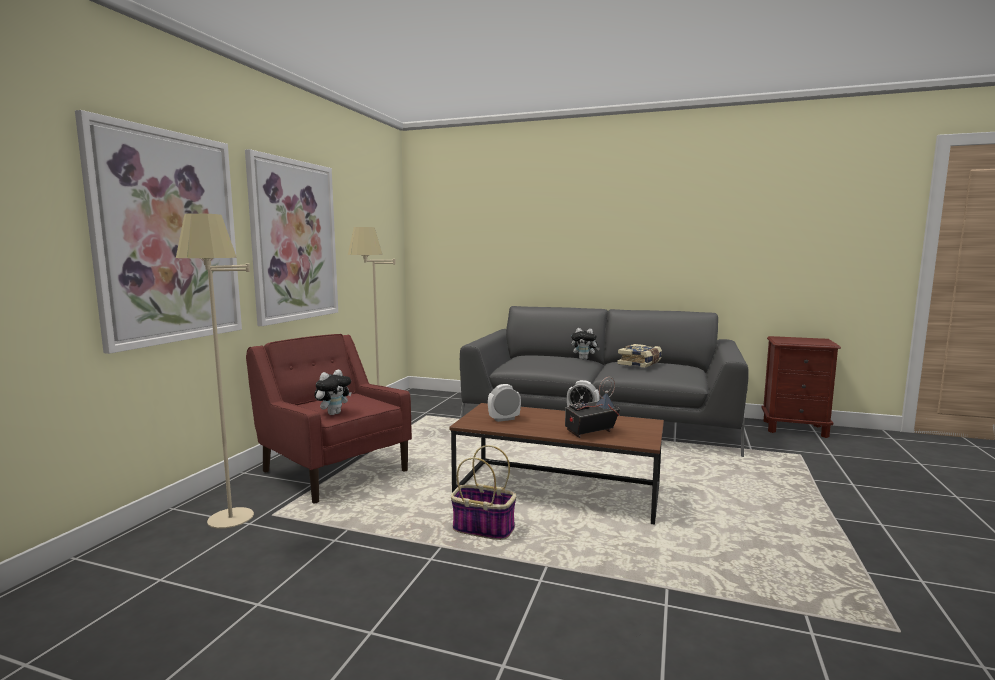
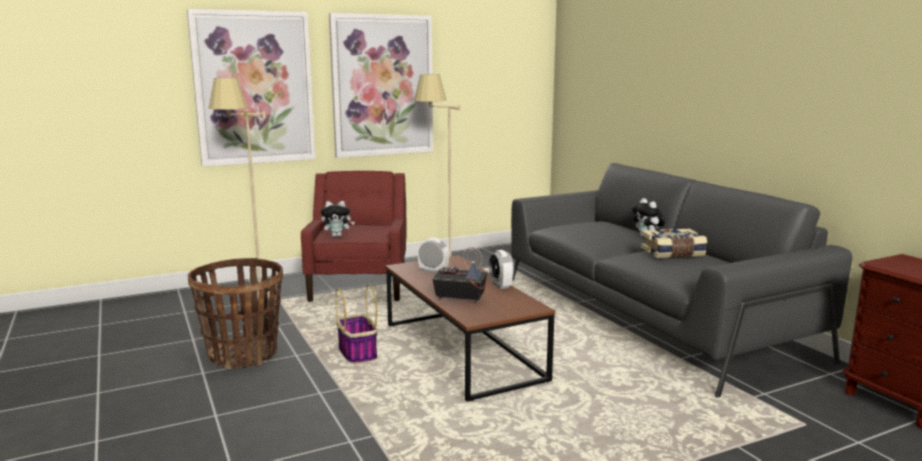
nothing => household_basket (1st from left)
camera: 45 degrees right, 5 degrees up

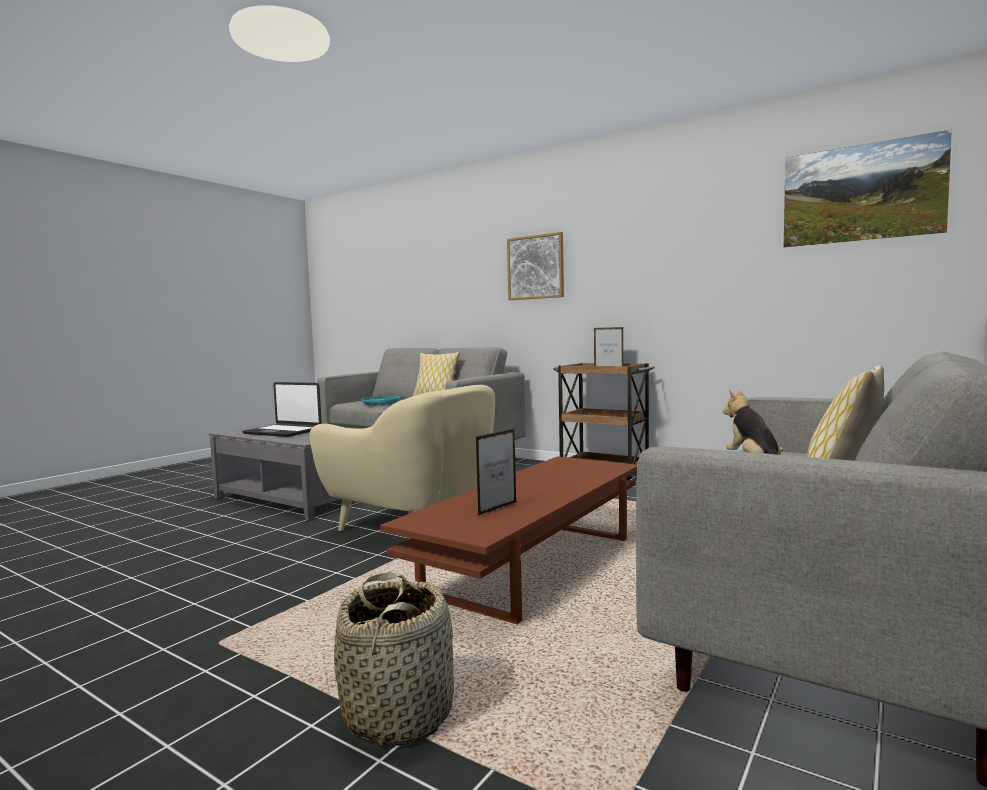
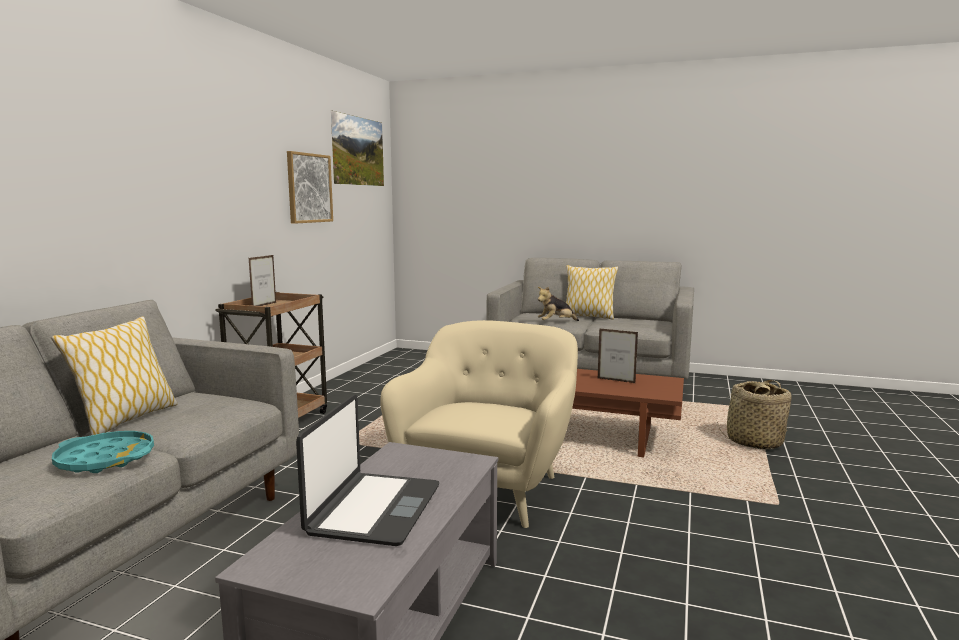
wall_picture (1st from left), moved
camera: 105 degrees left, 5 degrees up

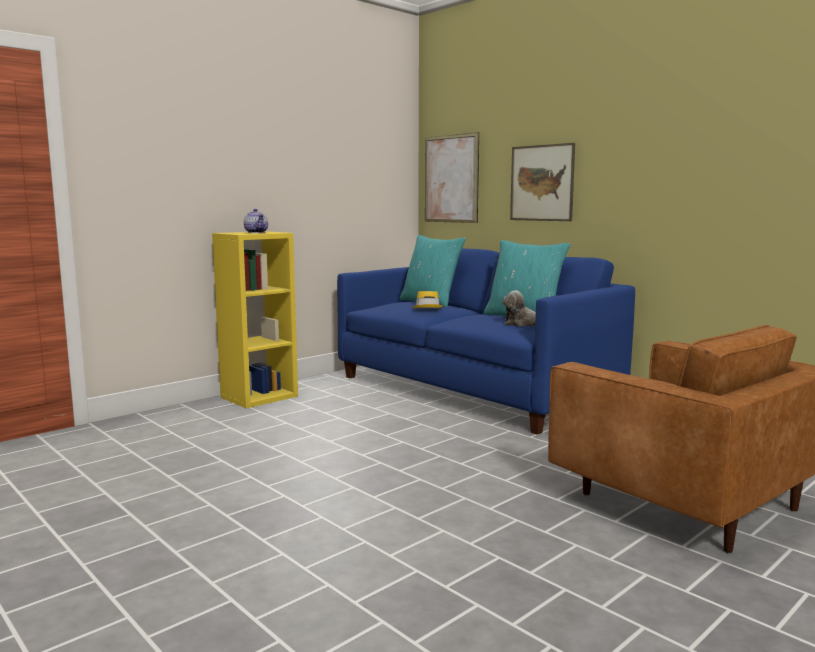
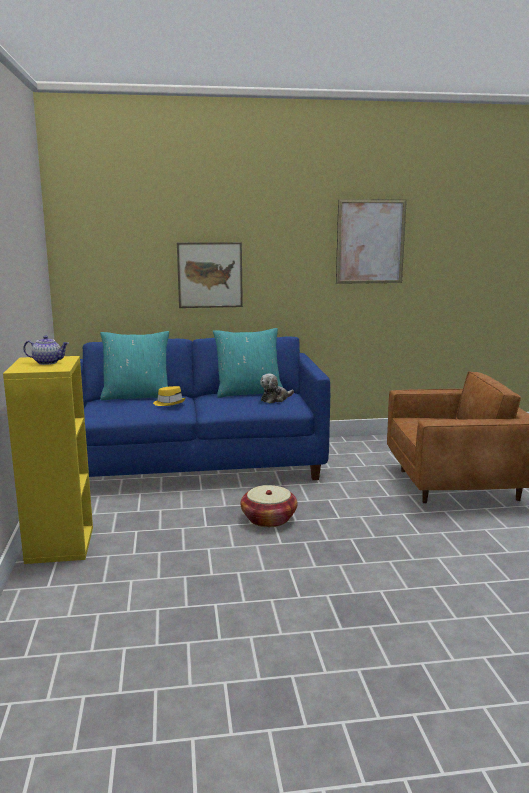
nothing => household_basket
wall_picture (1st from left in the first image) => wall_picture (2nd from left), moved
camera: 55 degrees left, 5 degrees up

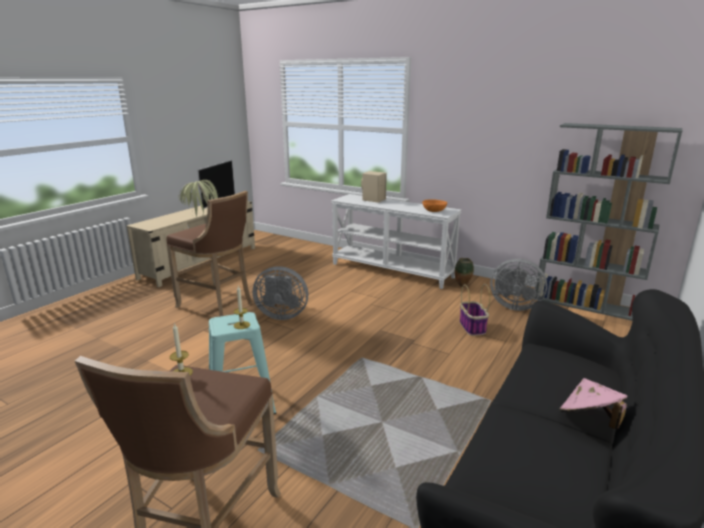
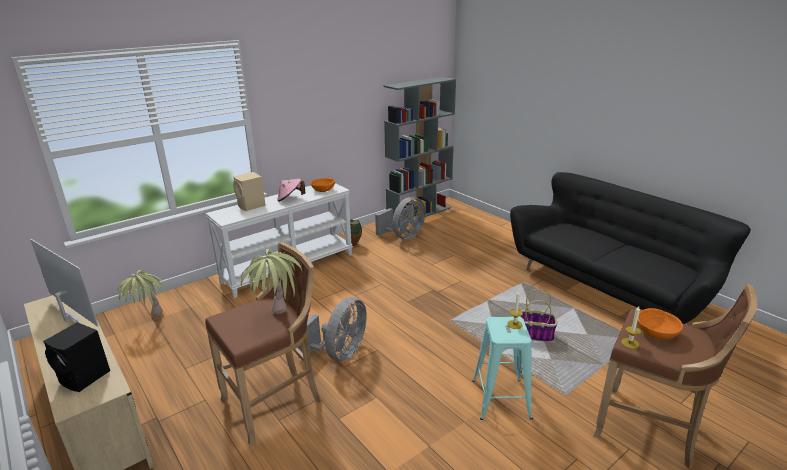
nothing => blackish_loudspeaker
nothing => potted_plant (1st from left)
nothing => orange-coloured_bowl (2nd from left)
household_basket, moved
pink-coloured_wearable_hat, moved
camera: 70 degrees left, 5 degrees up

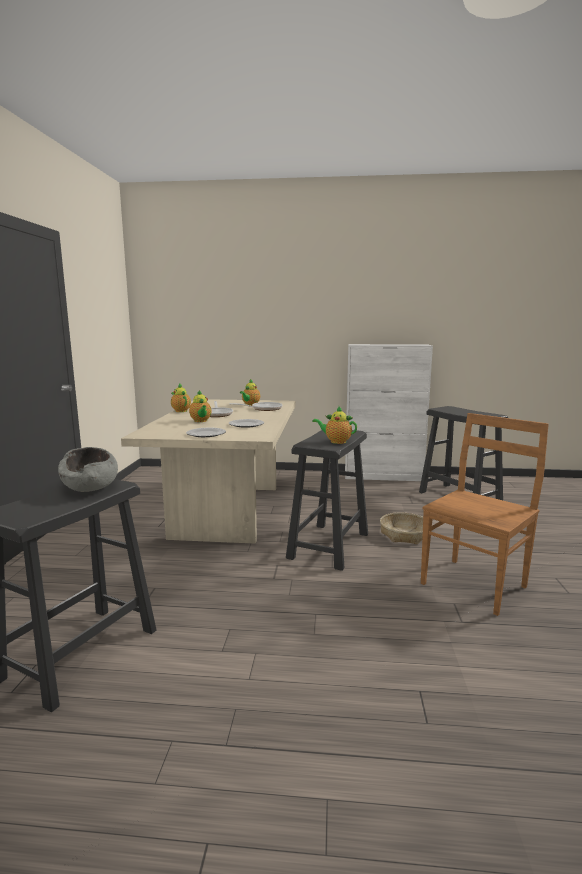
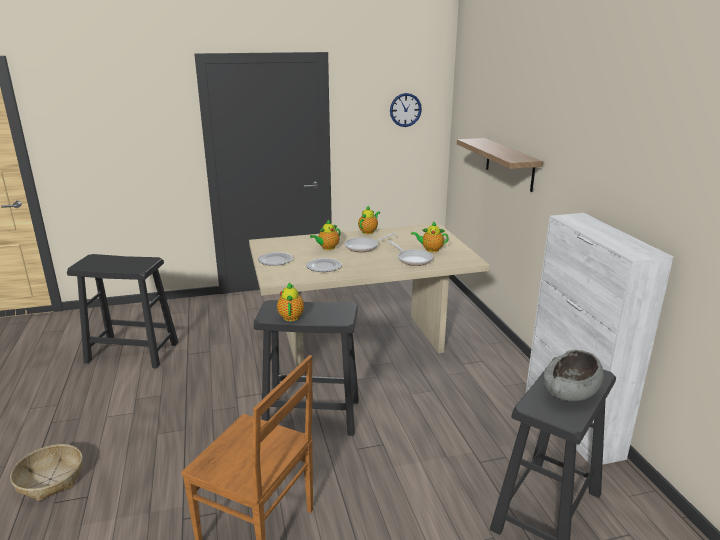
nothing => clock_on_the_wall
nothing => bracket_shelf
greyish_bowl, moved
household_basket, moved
camera: 70 degrees right, 10 degrees up

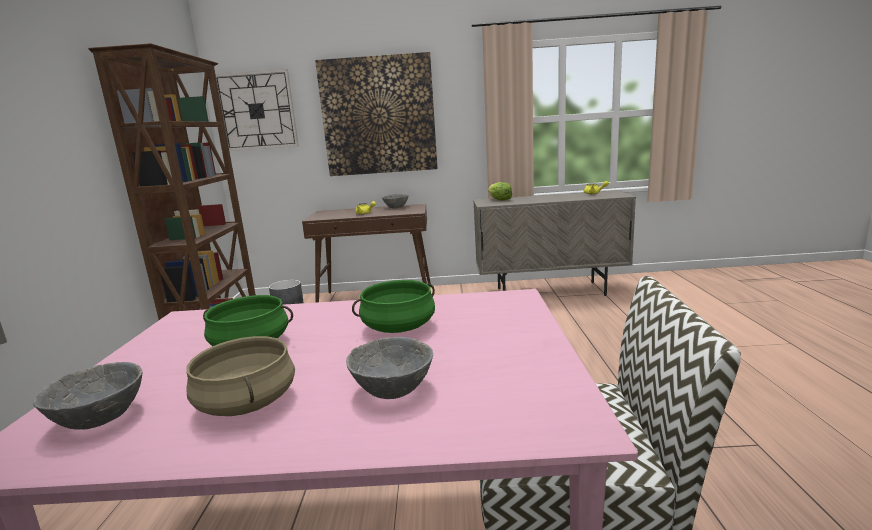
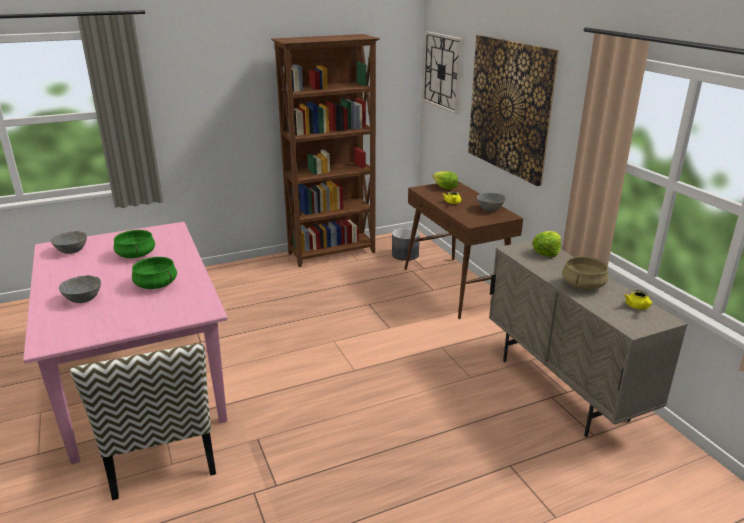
nothing => head_of_lettuce (1st from left)
beige_saucepot, moved
camera: 65 degrees right, 10 degrees up

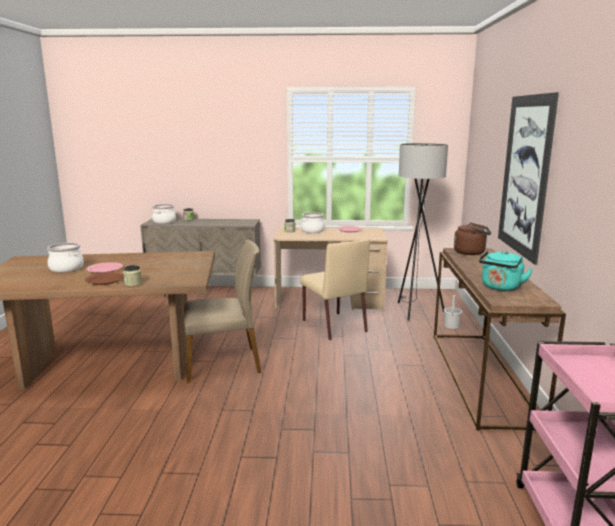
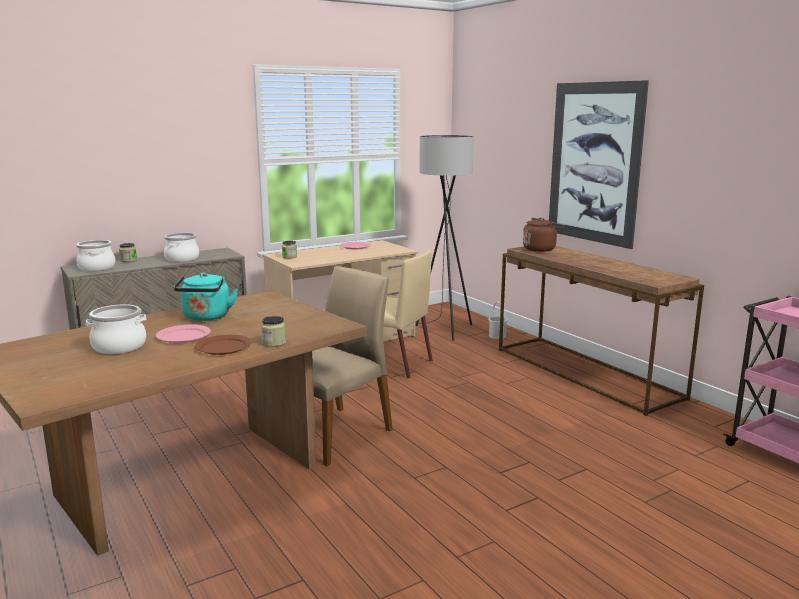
saucepot (3rd from left), moved
turquoise_water_kettle, moved
camera: 35 degrees left, 0 degrees up

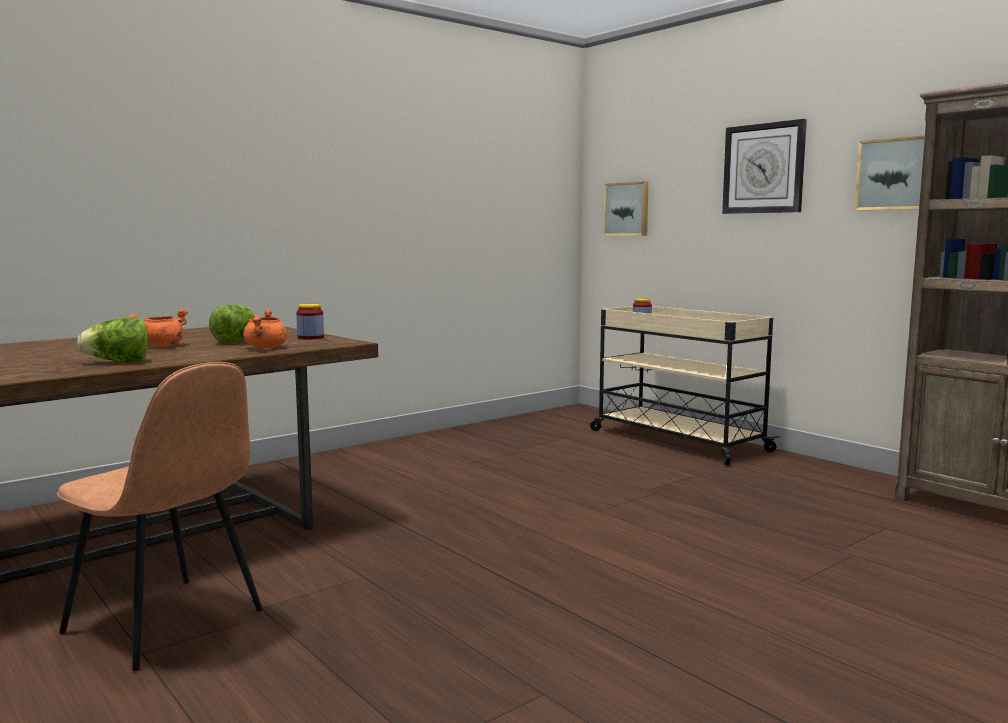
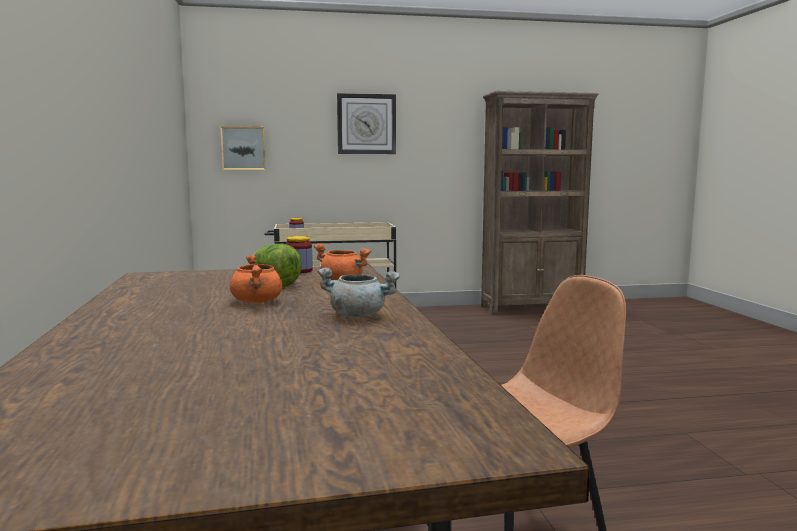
wall_picture (2nd from left) => nothing
head_of_lettuce (1st from left) => greyish_saucepot
camera: 60 degrees left, 0 degrees up

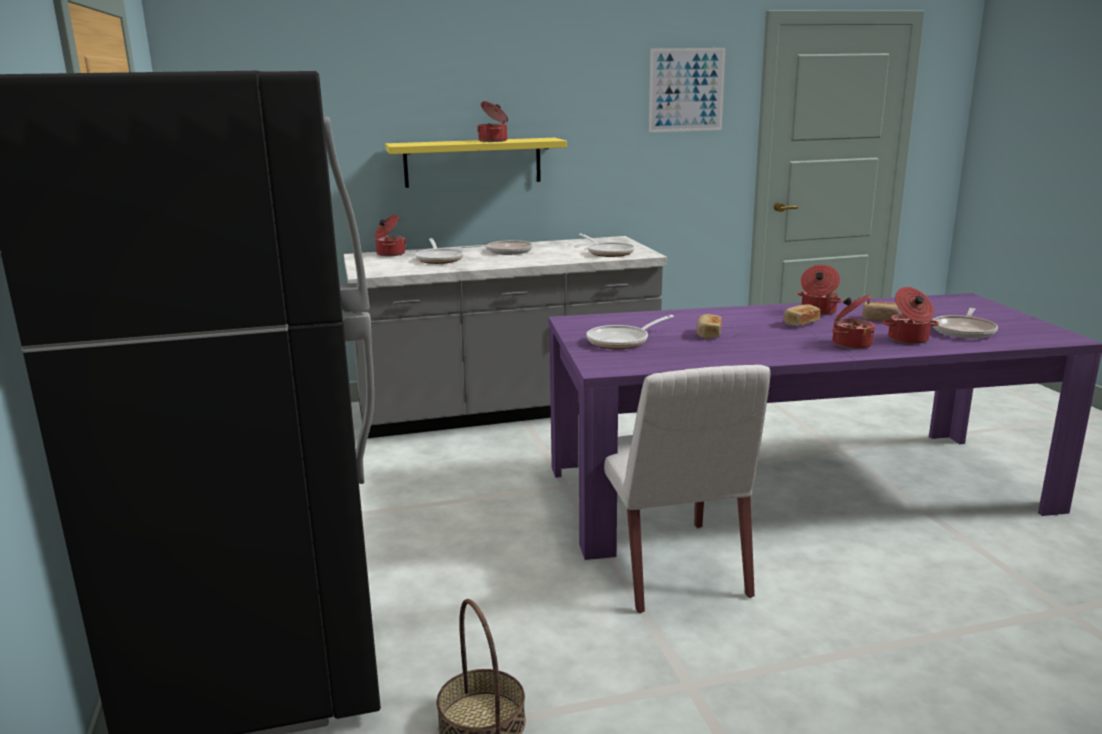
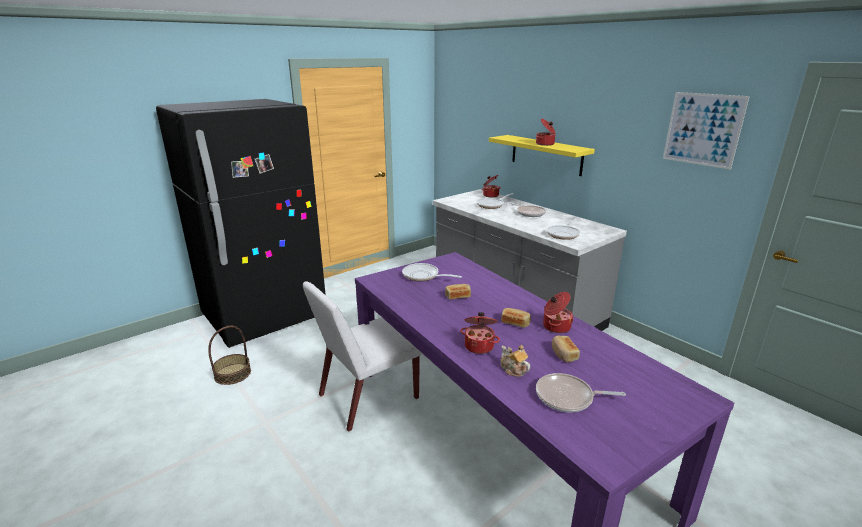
saucepot (5th from left) => tea_pot
camera: 65 degrees right, 5 degrees up

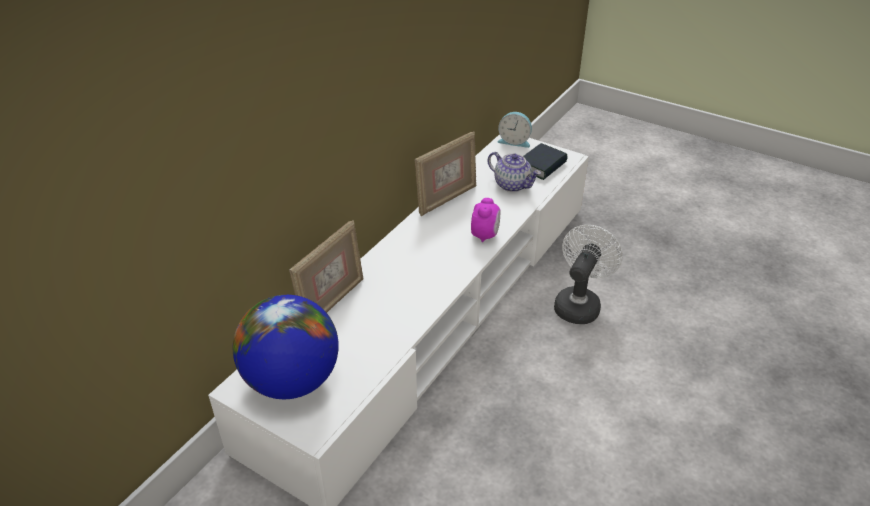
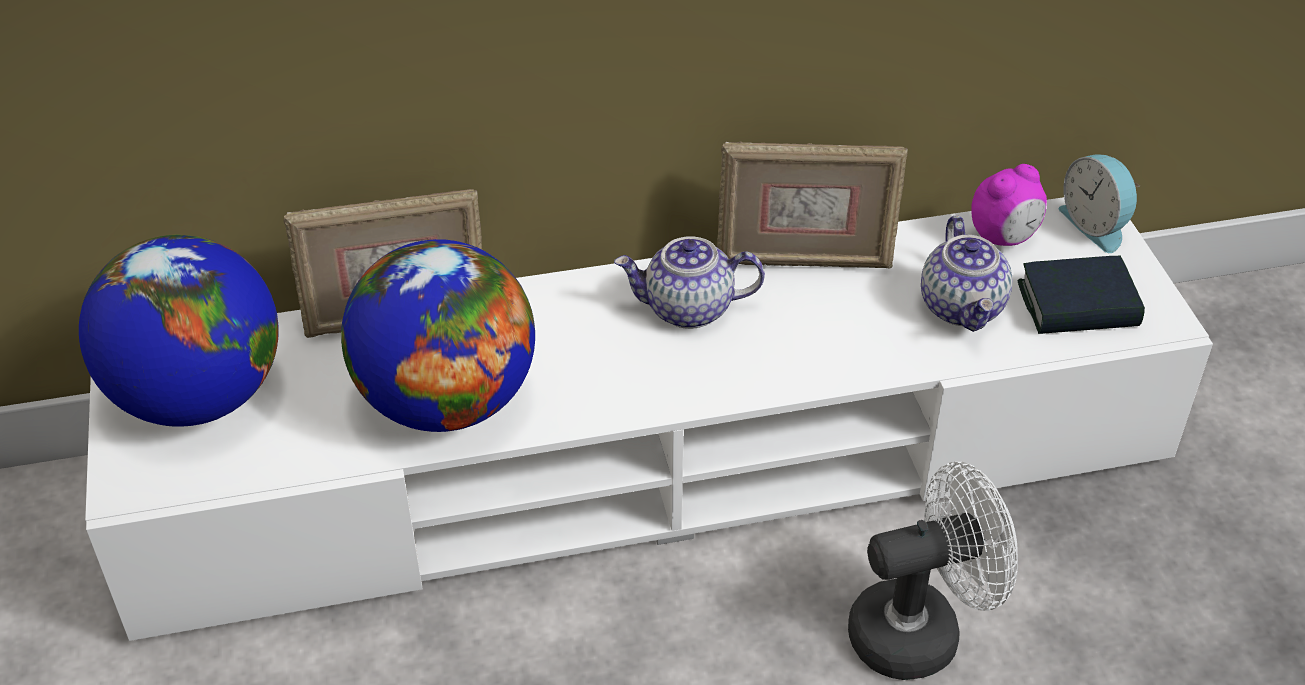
nothing => globe (2nd from left)
nothing => tea_pot (1st from left)
bedside_clock (1st from left), moved
camera: 45 degrees right, 5 degrees up

